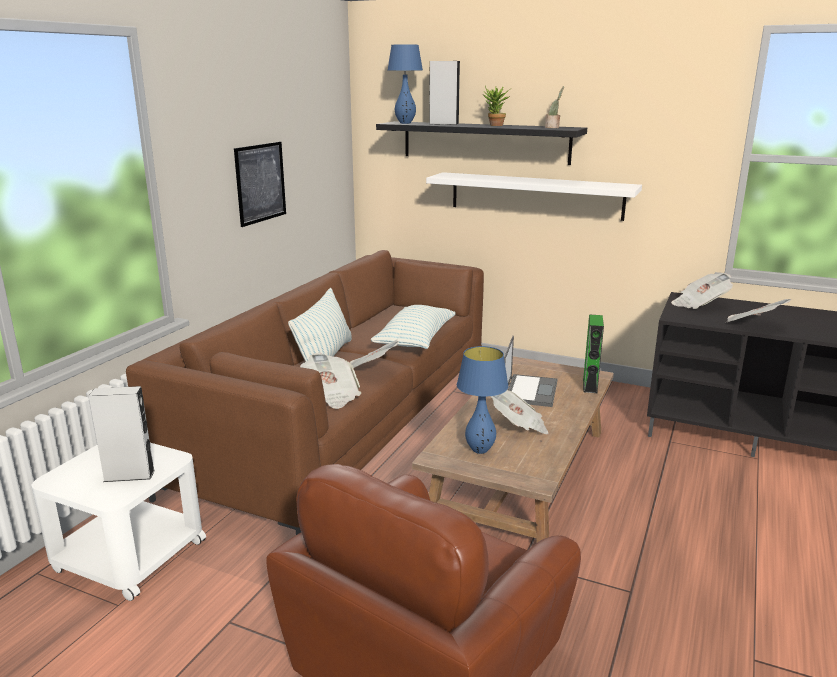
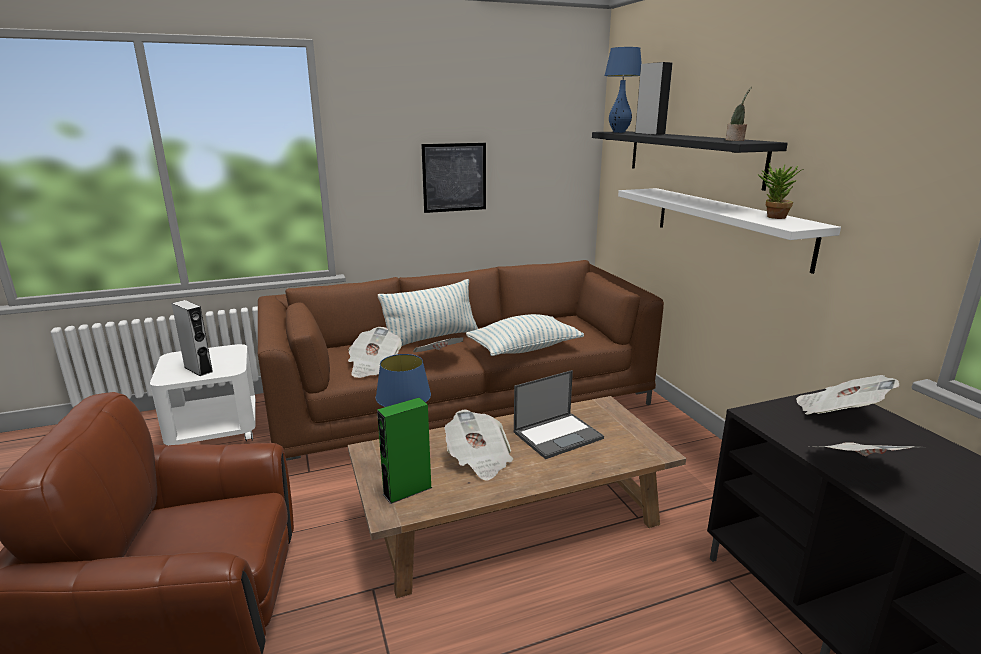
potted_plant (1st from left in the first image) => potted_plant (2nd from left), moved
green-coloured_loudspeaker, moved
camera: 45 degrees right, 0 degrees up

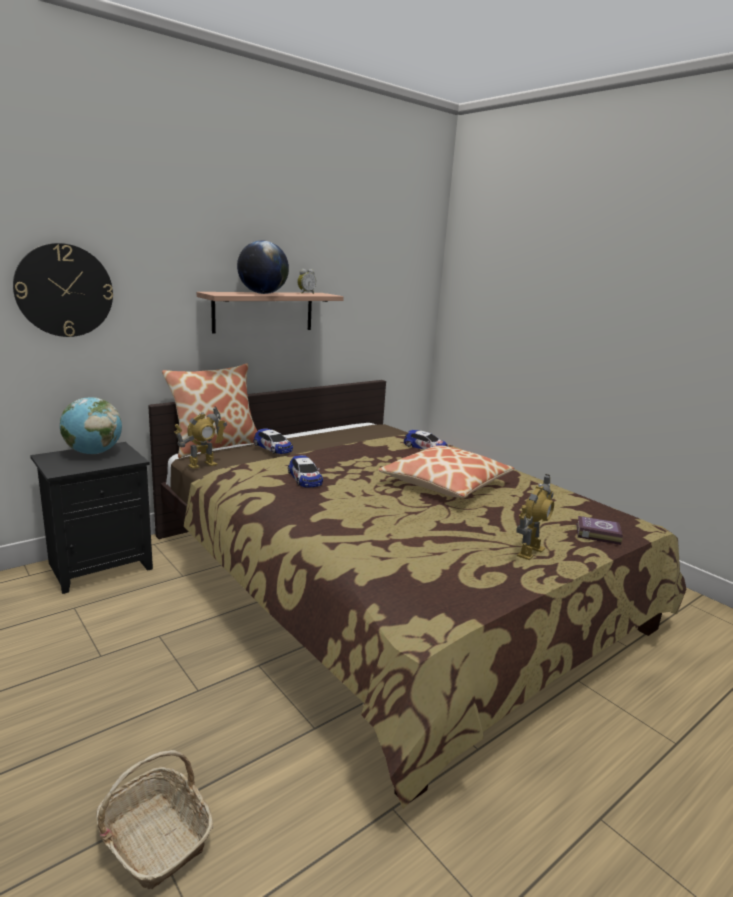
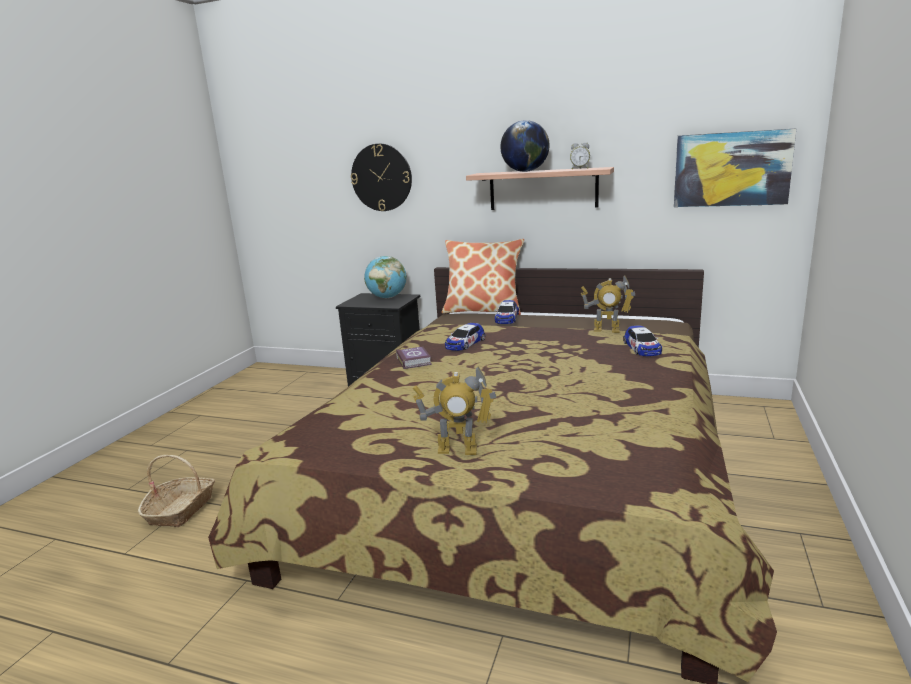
throw_pillow (2nd from left) => nothing
nothing => wall_picture
model_robot (1st from left in the first image) => model_robot (2nd from left), moved
book, moved
camera: 60 degrees right, 0 degrees up

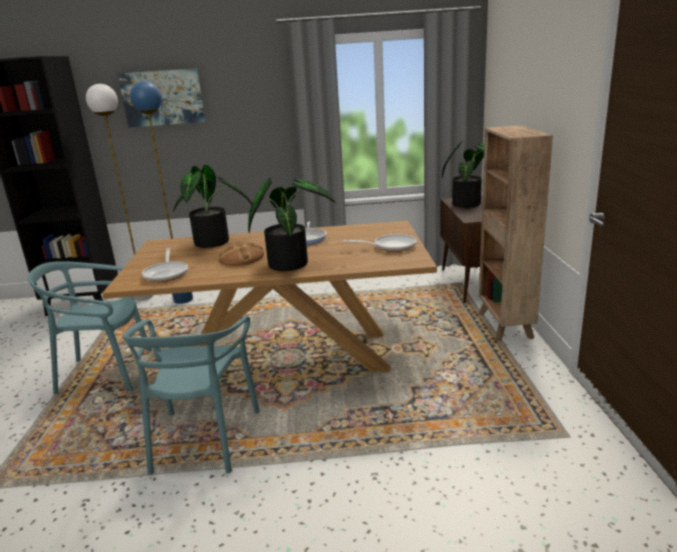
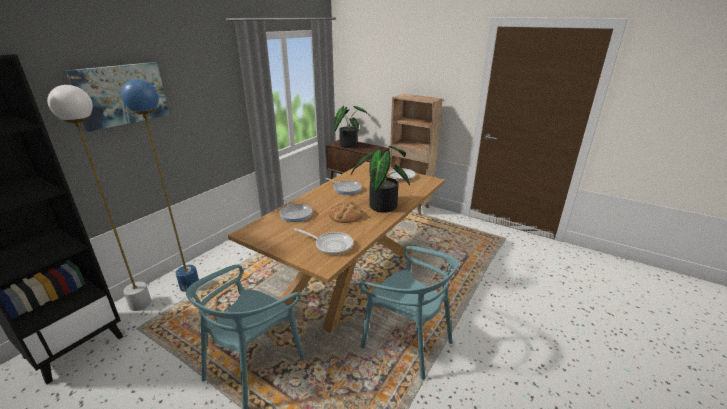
potted_plant (1st from left) => pan (1st from left)
camera: 55 degrees left, 5 degrees up

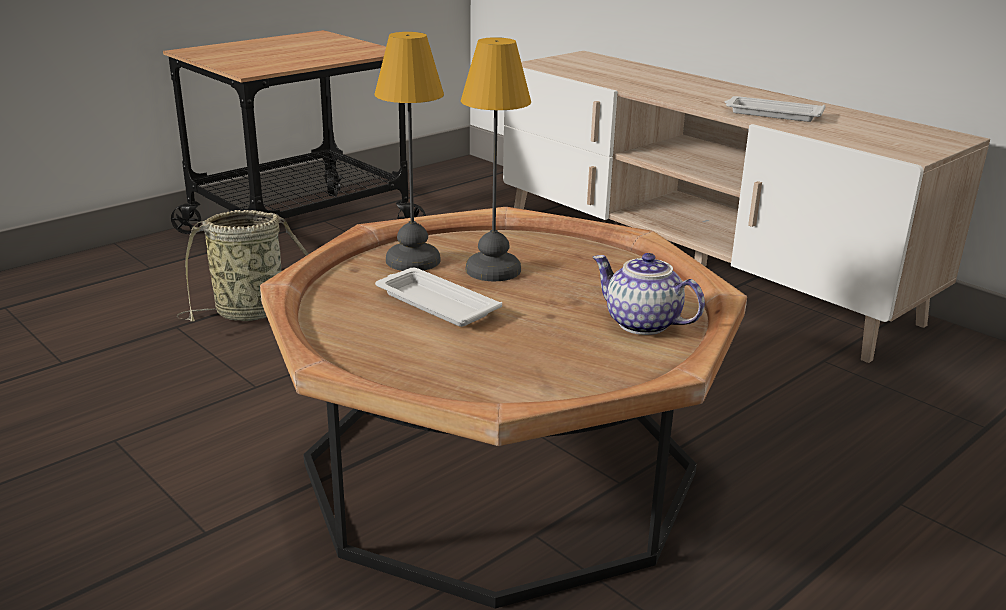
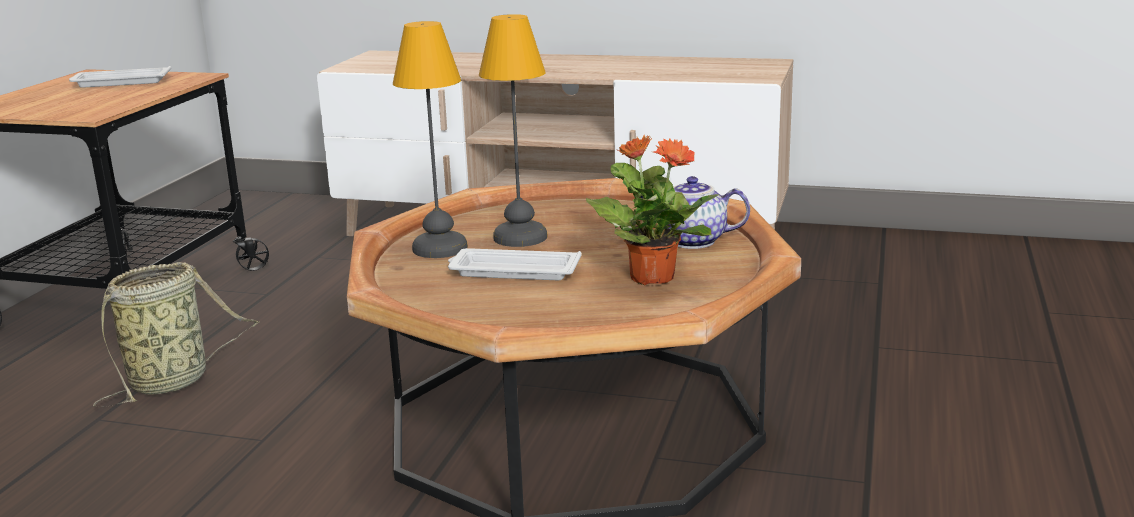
nothing => potted_plant
whitish_tray (2nd from left in the first image) => whitish_tray (1st from left), moved
camera: 30 degrees left, 5 degrees down

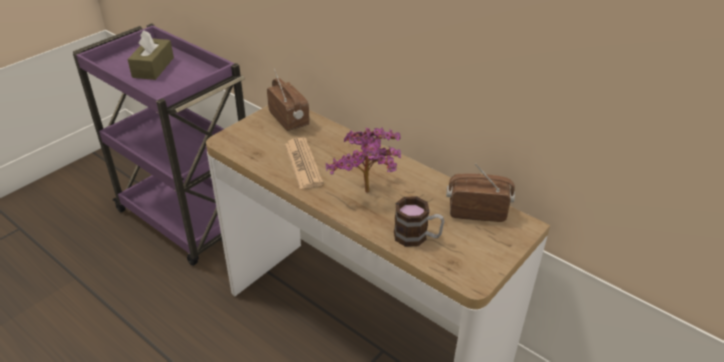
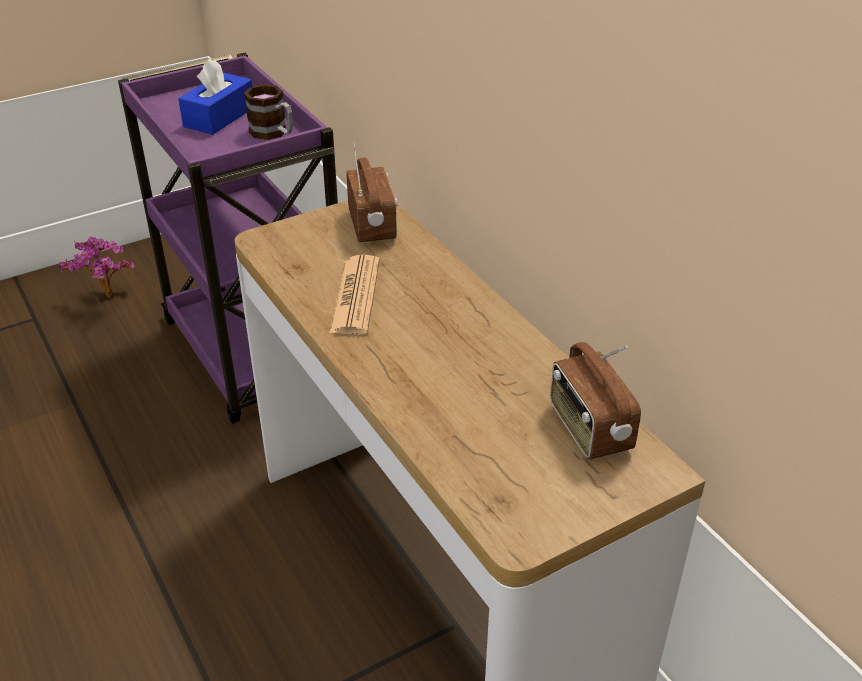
potted_plant, moved
tea_mug, moved
brown-coloured_tissue_box => blue_tissue_box
radio (2nd from left), 135 degrees counterclockwise
camera: 20 degrees right, 0 degrees up

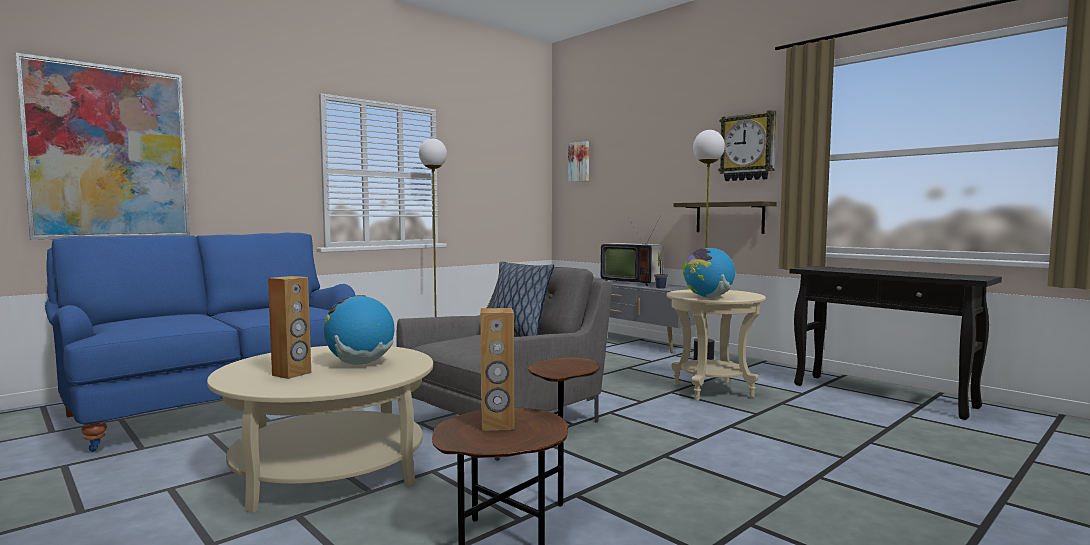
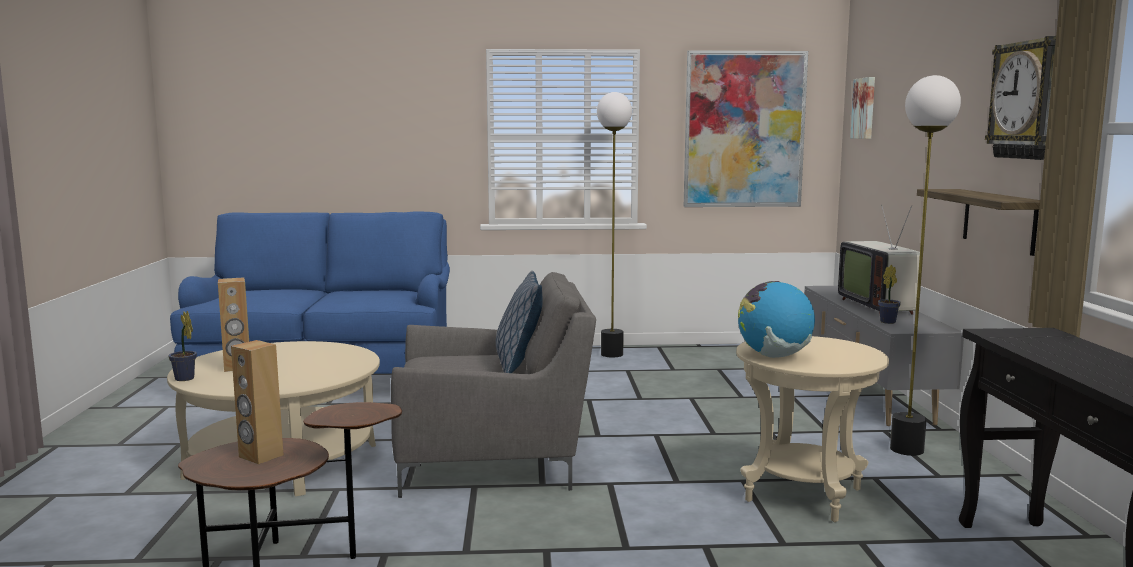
globe (1st from left) => nothing
nothing => potted_plant (1st from left)
wall_picture (1st from left), moved
camera: 40 degrees right, 5 degrees up

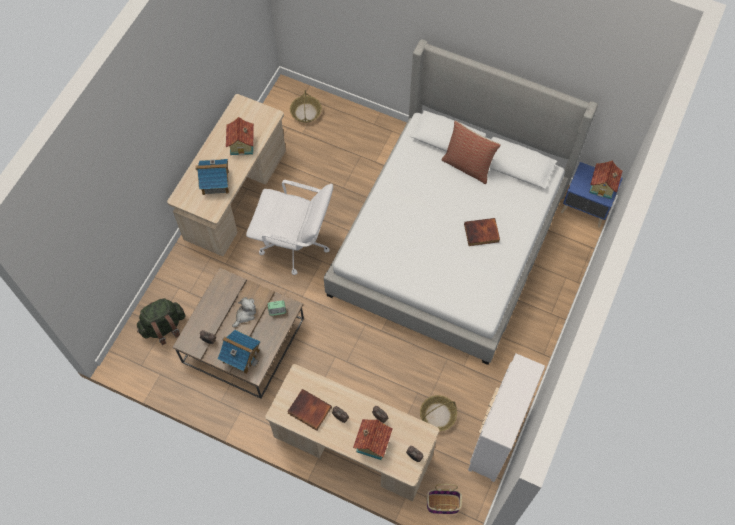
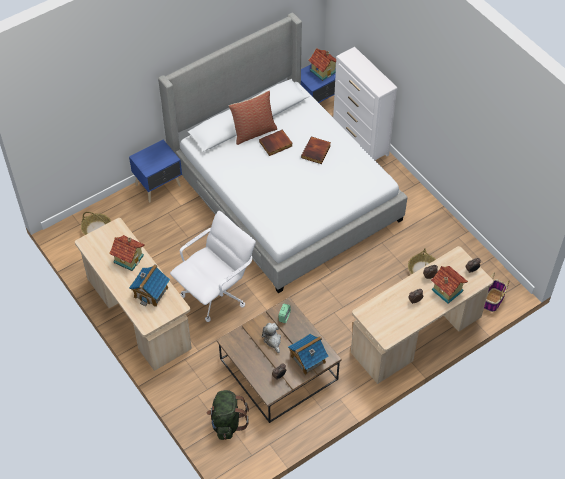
nothing => blue_nightstand (1st from left)
book (1st from left), moved
whitish_chest_of_drawers, moved
camera: 60 degrees left, 10 degrees down

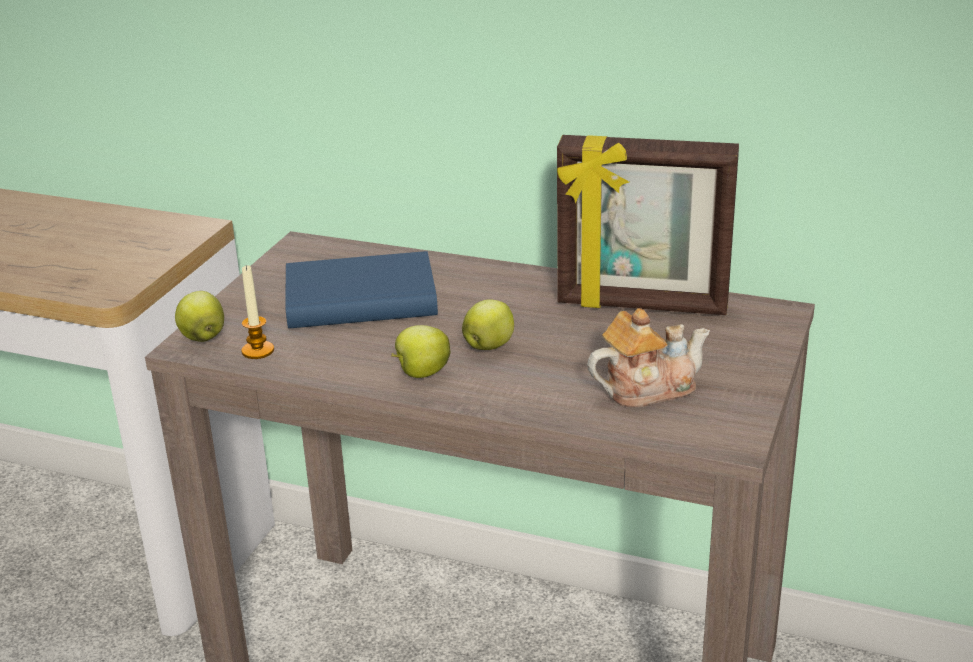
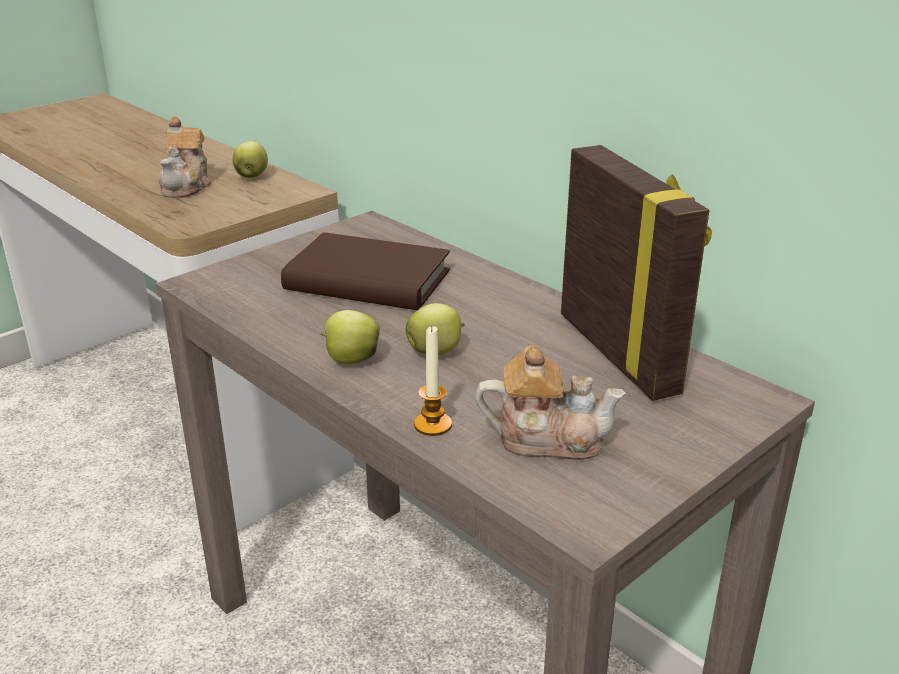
nothing => tea_pot (1st from left)
apple_fruit (1st from left), moved
candle, moved
blue_book => brown-coloured_book
picture_frame, 150 degrees counterclockwise
camera: 25 degrees right, 0 degrees up

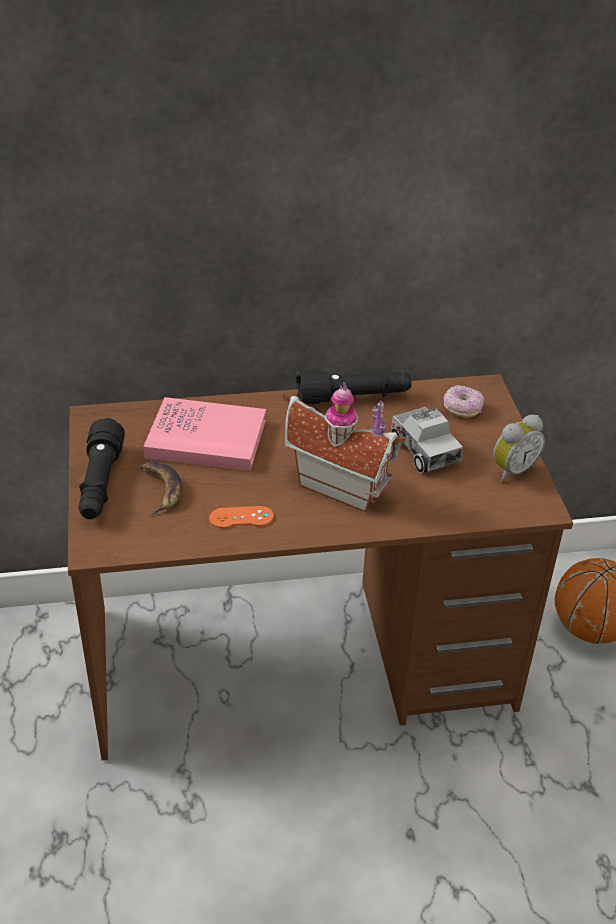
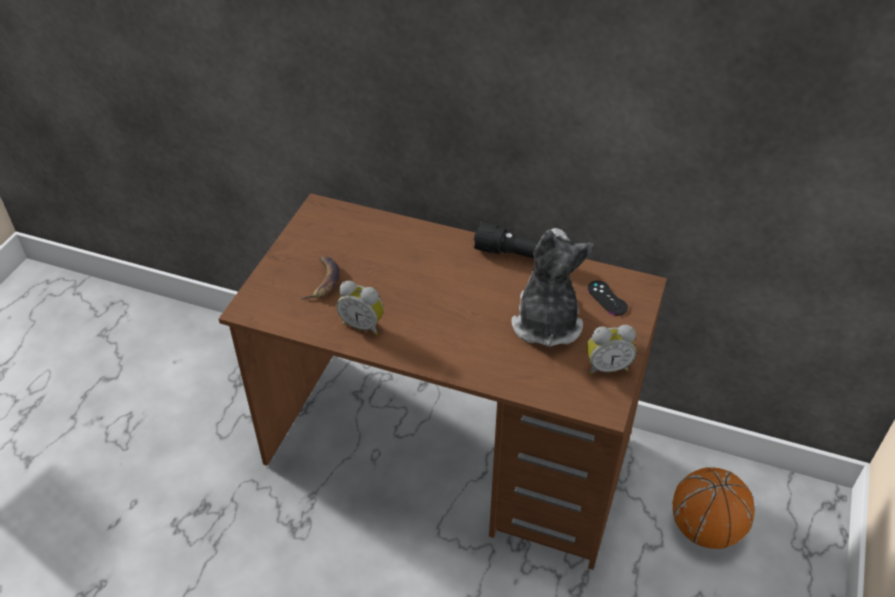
blackish_hand_torch (1st from left) => nothing
pink-coloured_book => nothing
model_house => nothing
orange-coloured_game_controller => bedside_clock (1st from left)
model_truck => cuddly_toy
doughnut => blackish_game_controller
camera: 30 degrees right, 5 degrees up

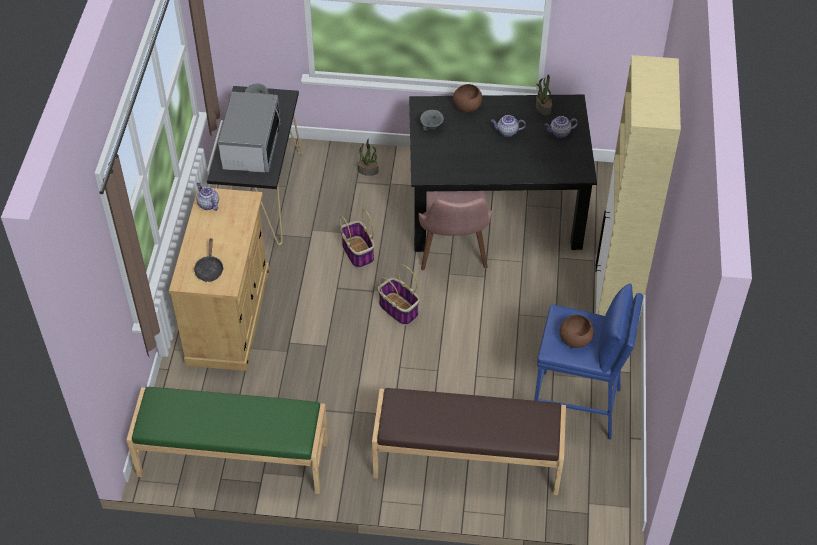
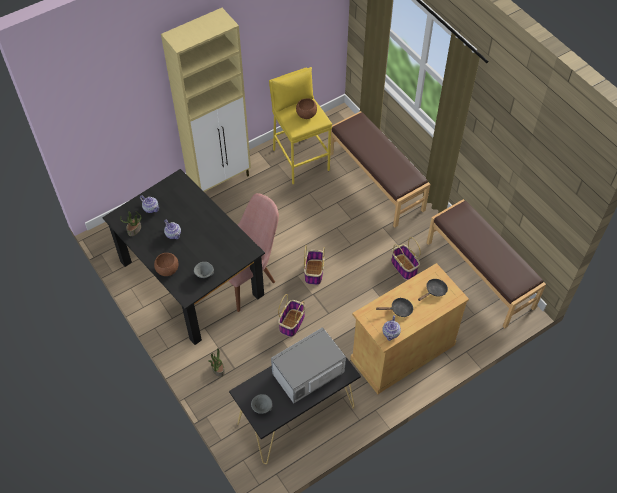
nothing => blackish_pan (1st from left)
nothing => household_basket (3rd from left)
green-coloured_long_seat => brown-coloured_long_seat (2nd from left)
blue_sitting_stool => yellow-coloured_sitting_stool
camera: 130 degrees left, 5 degrees up

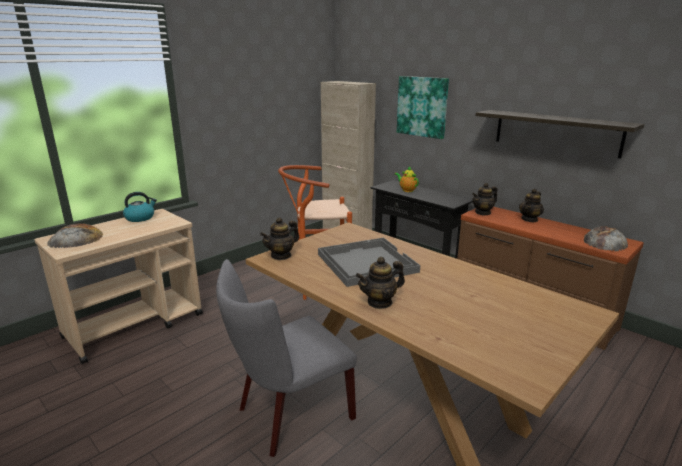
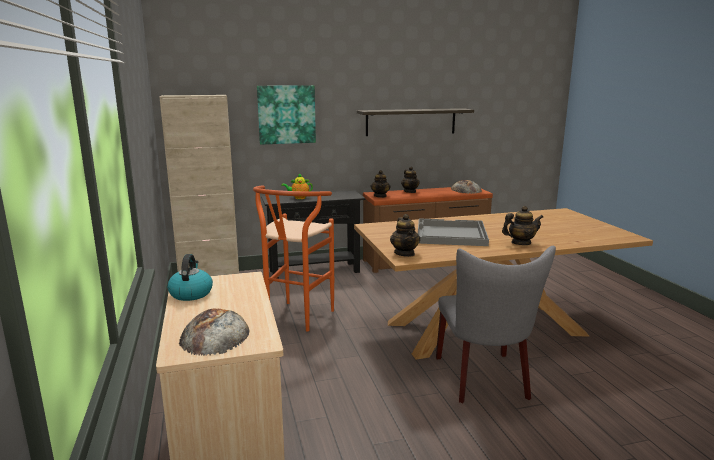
tea_pot (2nd from left in the first image) => tea_pot (5th from left), 105 degrees counterclockwise
camera: 60 degrees left, 5 degrees down

